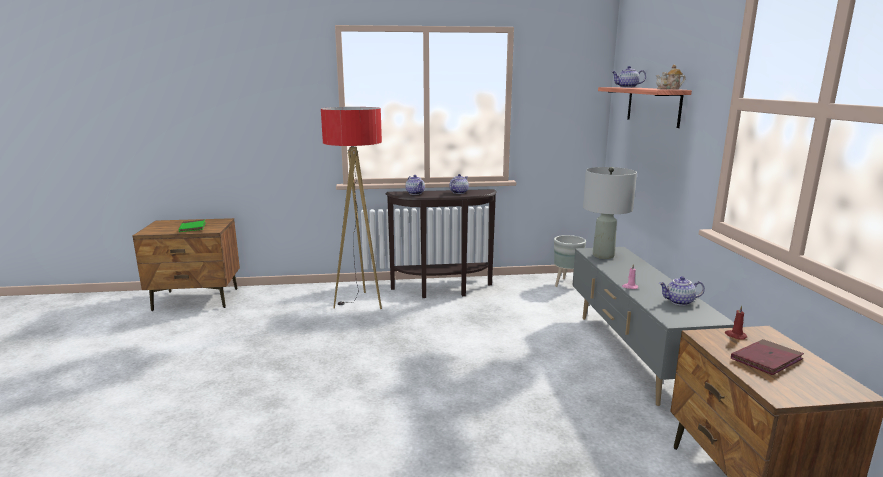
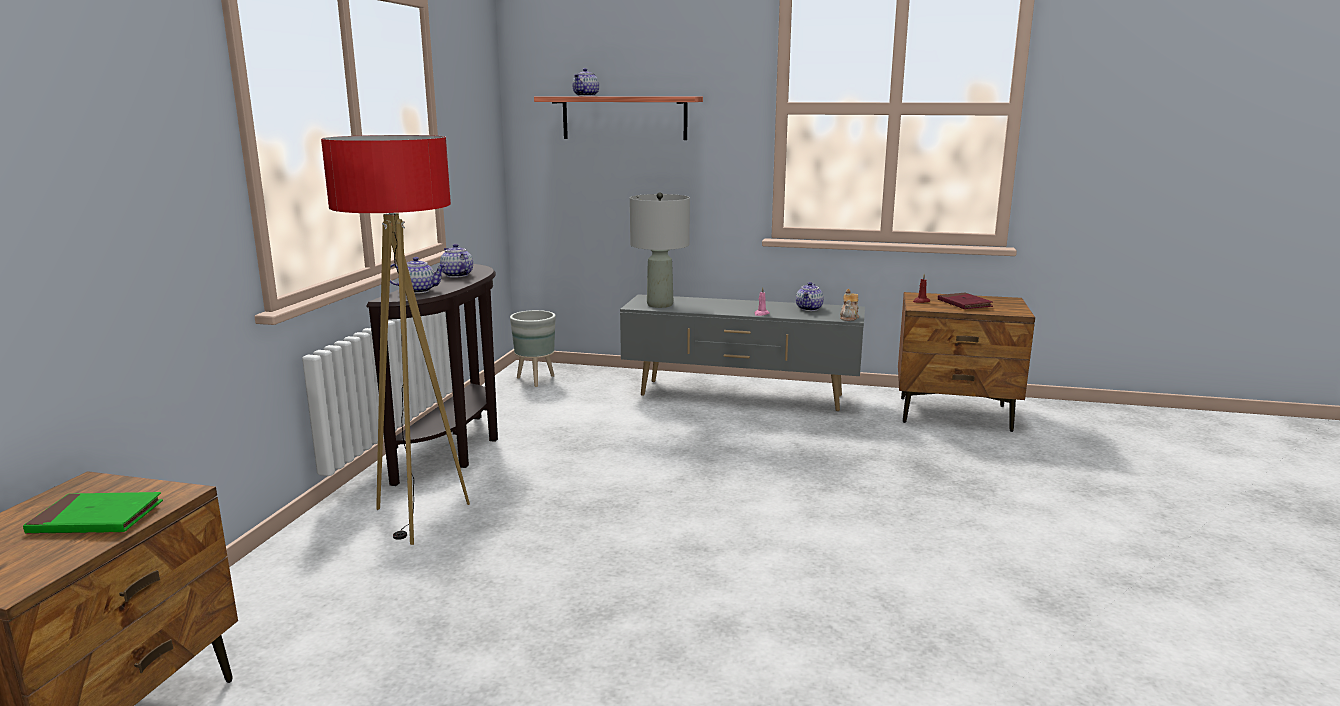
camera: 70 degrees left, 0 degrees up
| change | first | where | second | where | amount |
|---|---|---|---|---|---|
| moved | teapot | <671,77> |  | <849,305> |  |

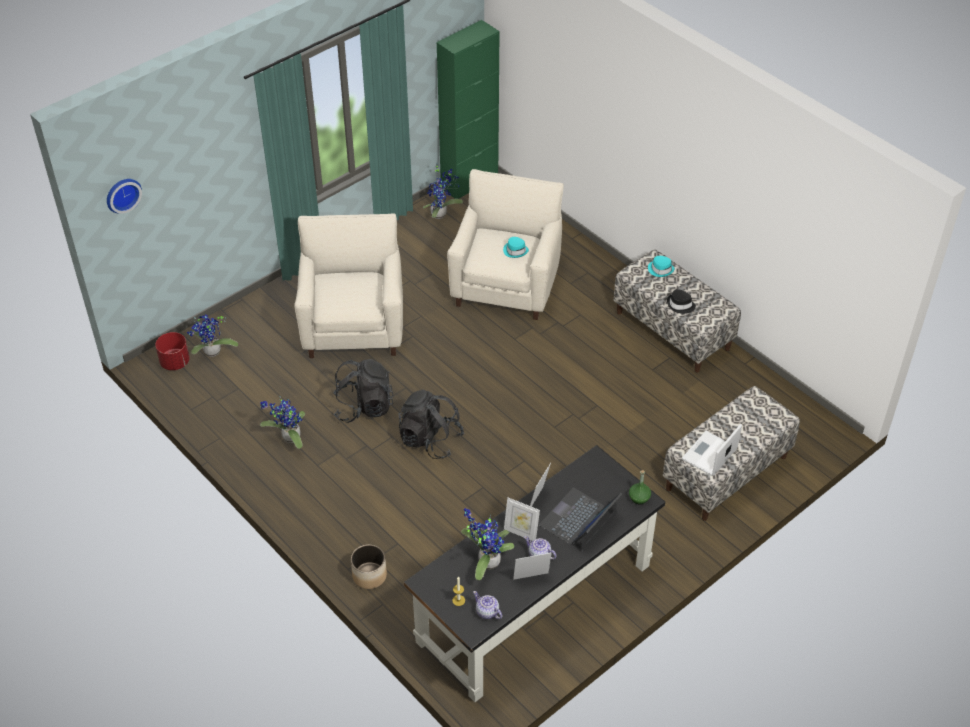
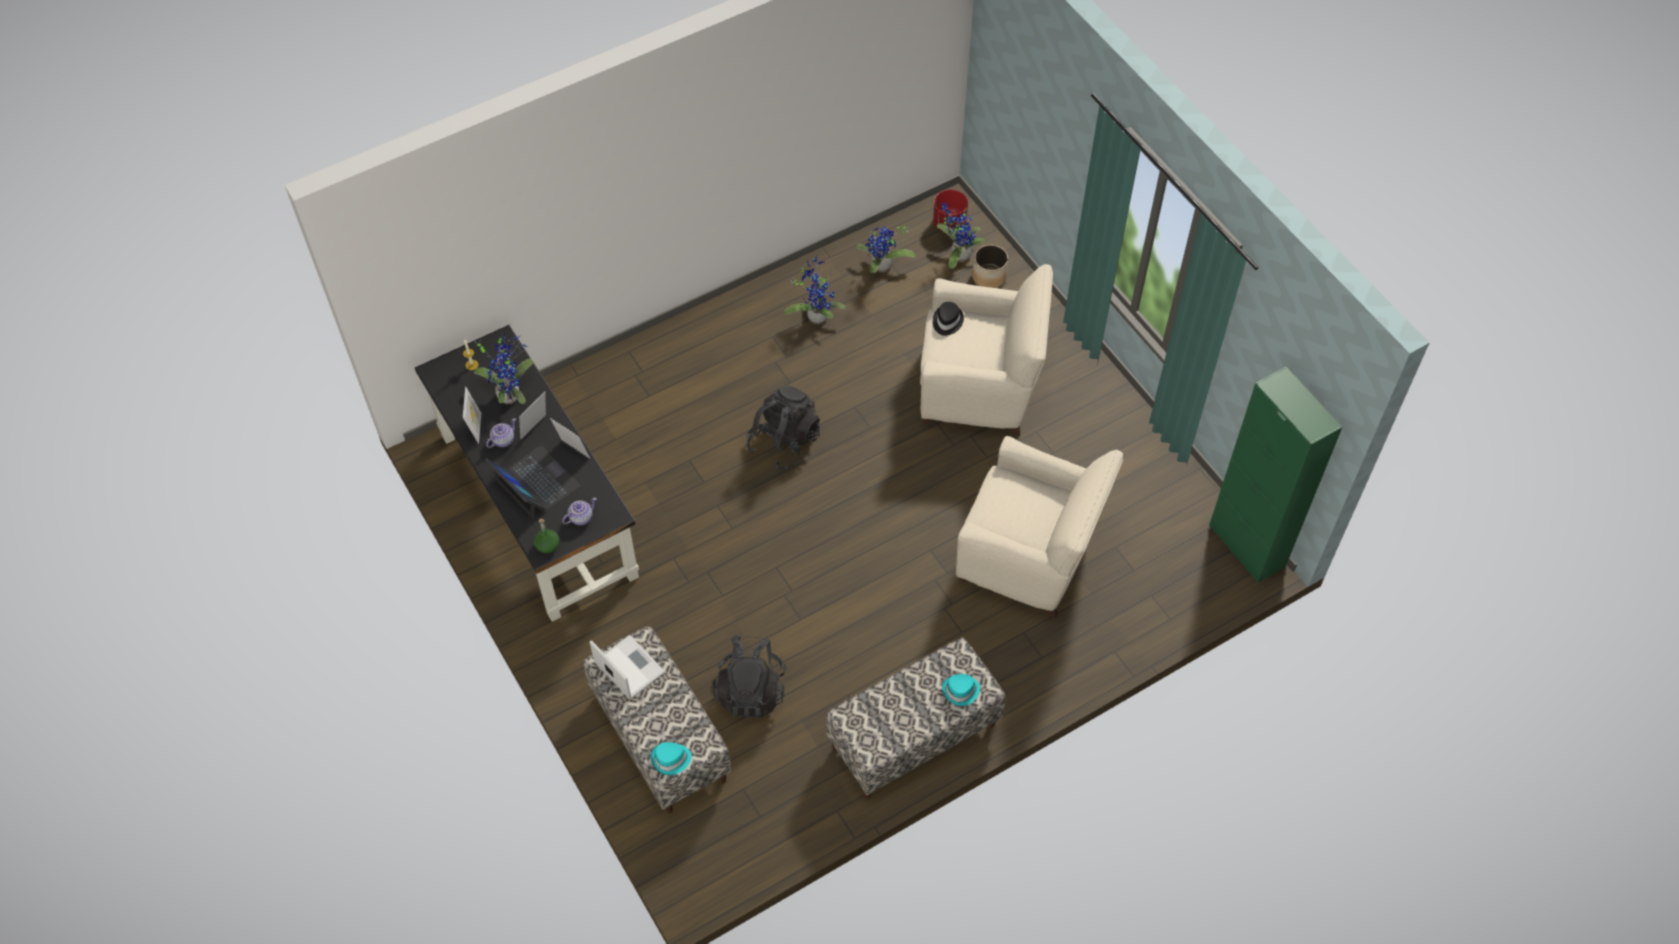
camera: 100 degrees right, 10 degrees up
| change | first | where | second | where | amount |
|---|---|---|---|---|---|
| removed | wall clock | <124,196> |  |  |  |
| moved | rucksack (blackish) | <363,391> |  | <750,676> |  |
| moved | planter | <369,567> |  | <990,266> |  |
| moved | potted plant | <443,192> |  | <885,249> |  |
| moved | teapot | <487,605> |  | <579,511> |  |
| moved | clothing hat (blue-green) | <516,247> |  | <671,758> |  |
| moved | clothing hat (blackish) | <681,301> |  | <948,319> |  |

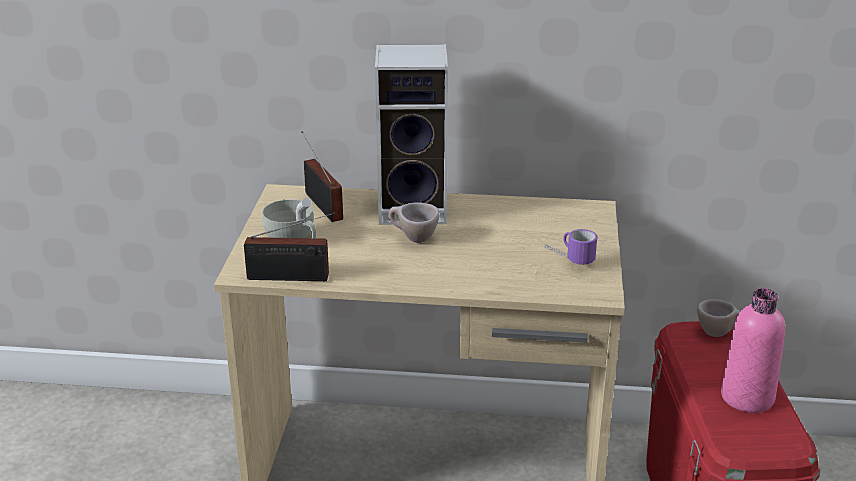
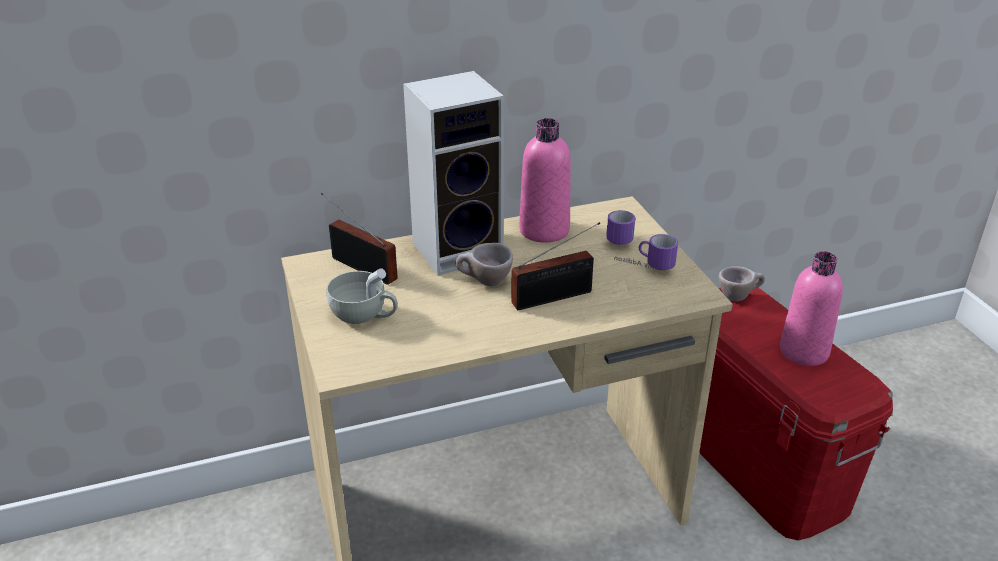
camera: 25 degrees left, 5 degrees up
| change | first | where | second | where | amount |
|---|---|---|---|---|---|
| moved | radio receiver | <289,246> |  | <555,266> |  |
| added |  |  | drink bottle (pink) | <545,180> |  |
| added |  |  | tea mug | <620,227> |  |

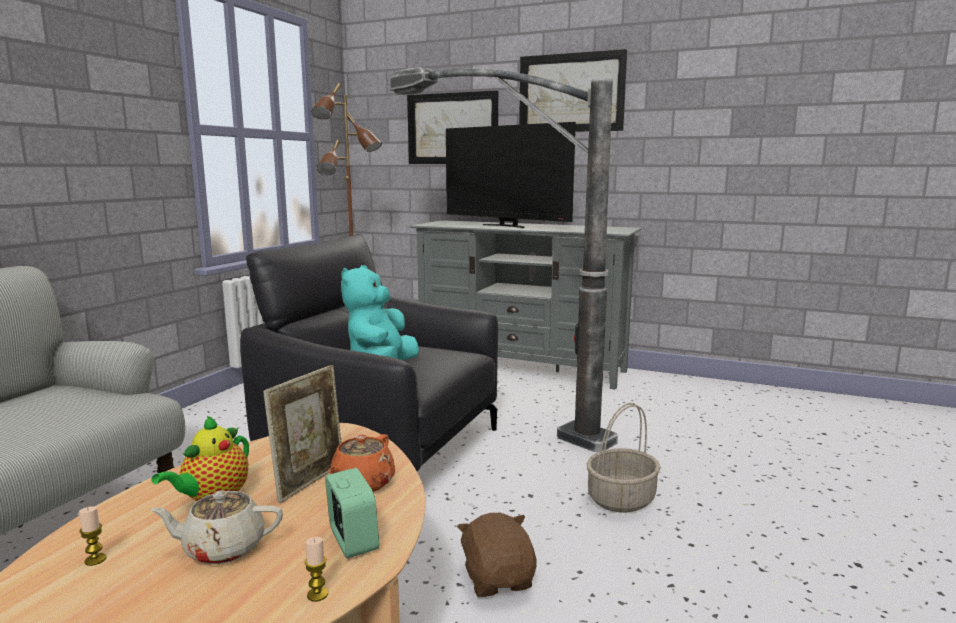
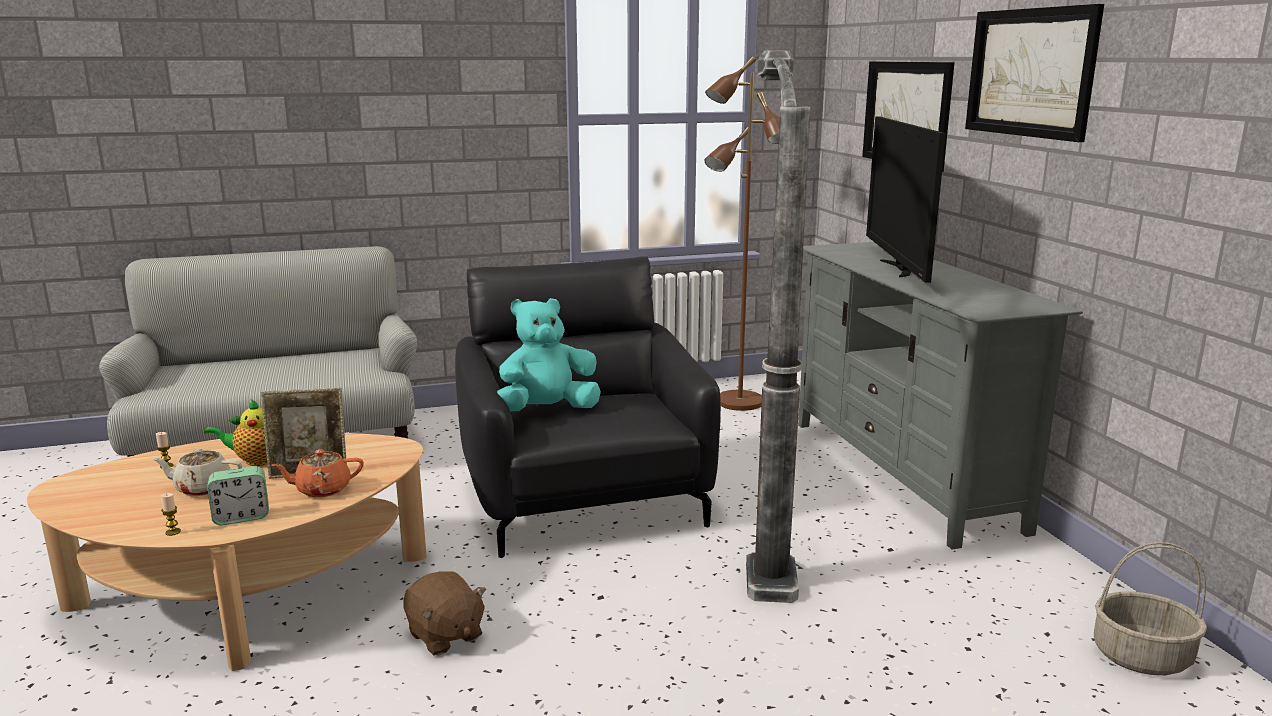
camera: 50 degrees right, 5 degrees up
| change | first | where | second | where | amount |
|---|---|---|---|---|---|
| turned | teapot (beige) | <216,527> |  | <197,472> | 45 degrees counterclockwise |
| turned | alarm clock | <352,513> |  | <238,495> | 45 degrees clockwise |
| turned | soft toy (brown) | <497,555> |  | <445,613> | 105 degrees clockwise |
| moved | storage basket | <624,457> |  | <1150,608> |  |

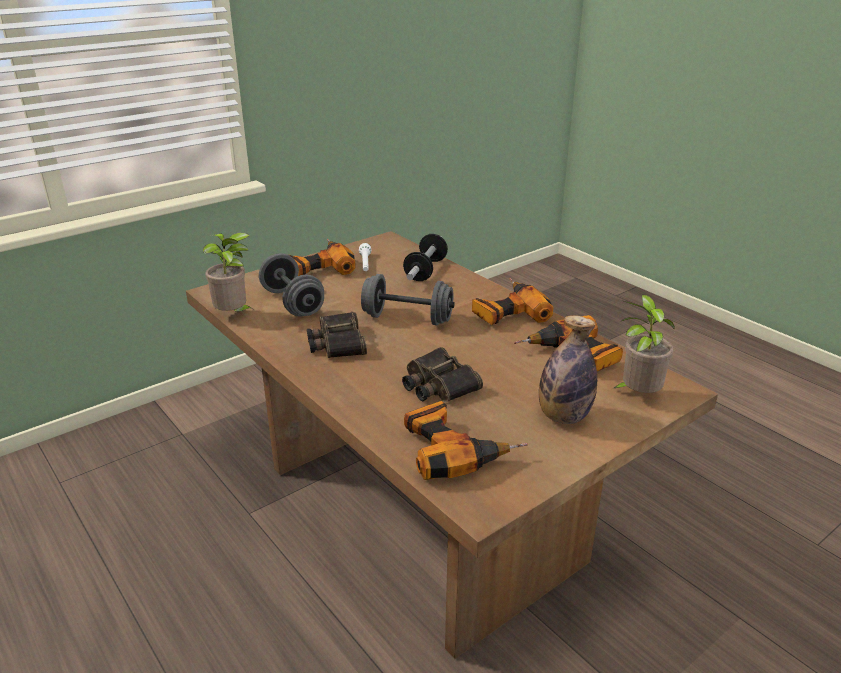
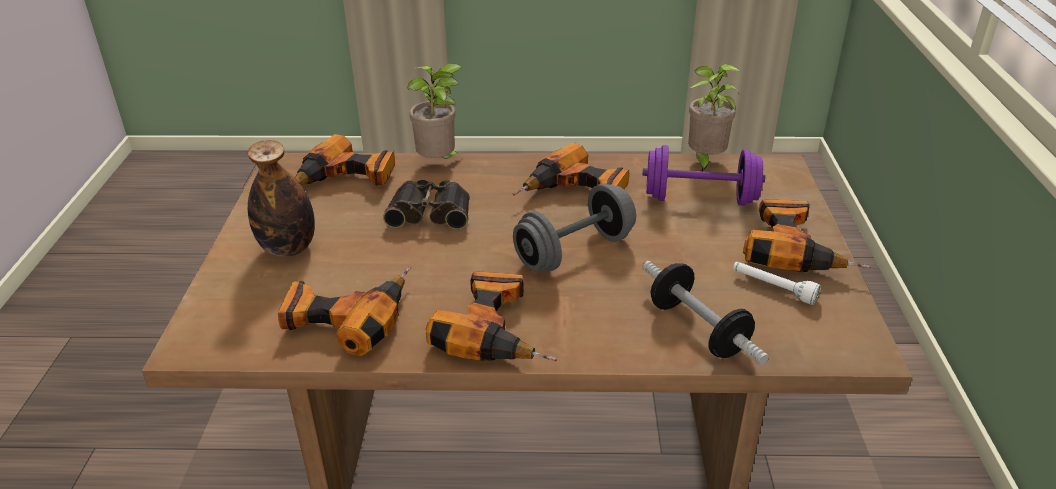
camera: 130 degrees right, 5 degrees up
| change | first | where | second | where | amount |
|---|---|---|---|---|---|
| recoloured | dumbbell (gray) | <291,284> | dumbbell (purple) | <703,175> |  |
| replaced | pair of binoculars | <337,335> | power drill | <571,169> |  |
| moved | potted plant | <643,344> |  | <435,111> |  |

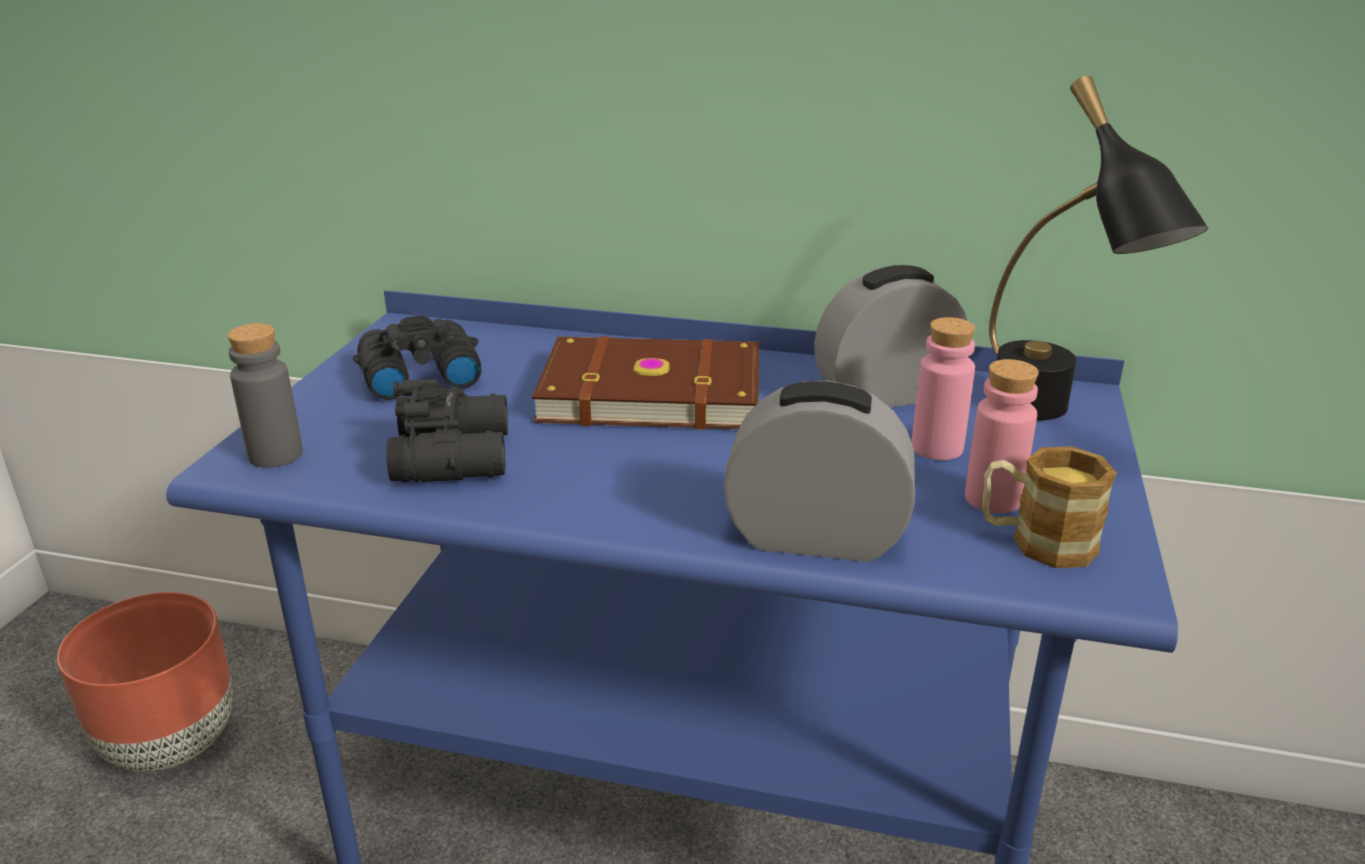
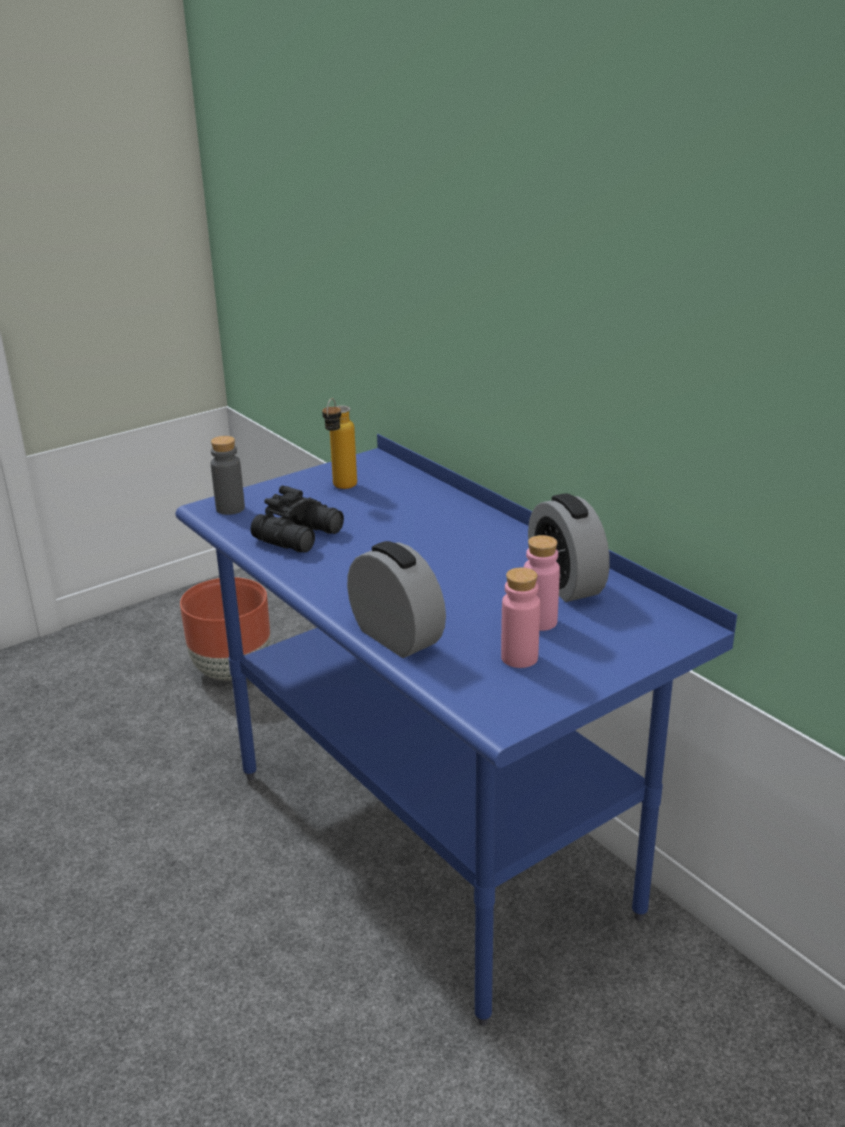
camera: 40 degrees right, 0 degrees up
| change | first | where | second | where | amount |
|---|---|---|---|---|---|
| replaced | pair of binoculars (blackish) | <417,357> | drink bottle | <339,443> |  |
| removed | book (brown) | <645,383> |  |  |  |
| turned | alarm clock | <890,336> |  | <569,547> | 135 degrees counterclockwise |
| removed | tea mug | <1049,507> |  |  |  |
| removed | table lamp (blackish) | <1098,248> |  |  |  |

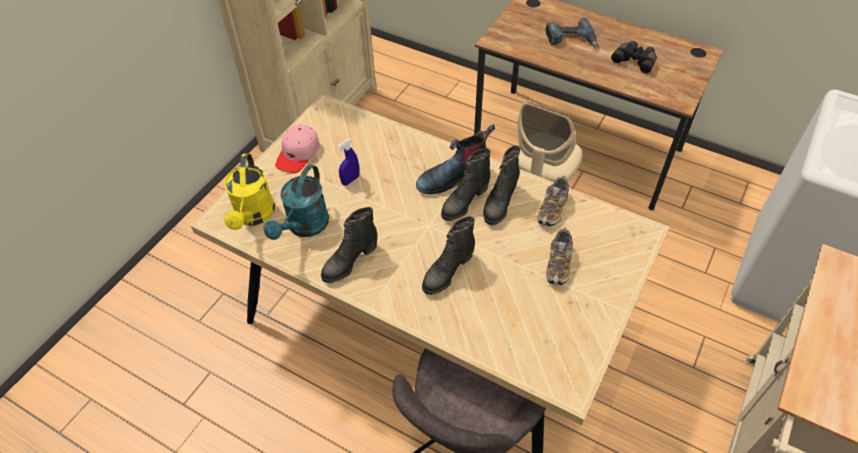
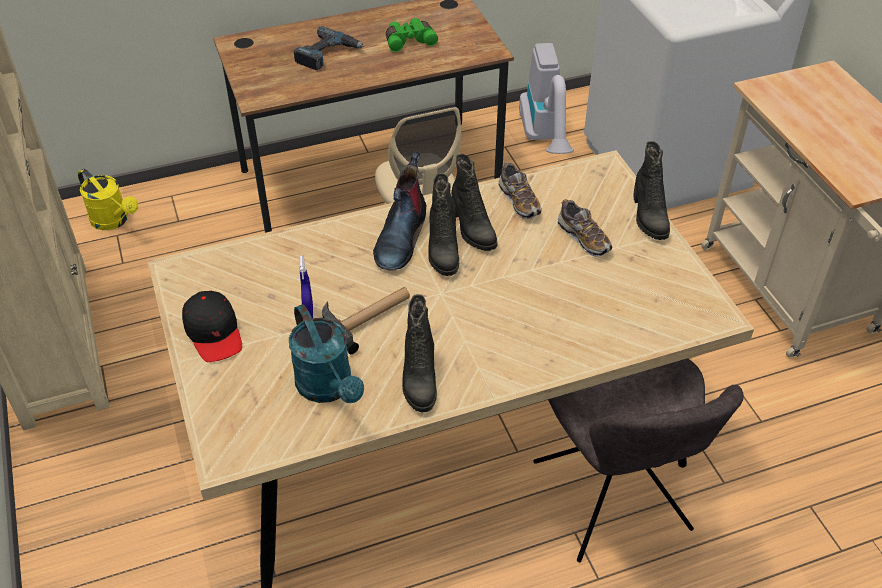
camera: 50 degrees left, 5 degrees down
| change | first | where | second | where | amount |
|---|---|---|---|---|---|
| moved | watering pot (yellowish) | <249,191> |  | <108,199> |  |
| recoloured | cap (pink) | <297,148> | cap (blackish) | <212,326> |  |
| moved | tall boot (blackish) | <448,255> |  | <651,190> |  |
| recoloured | pair of binoculars (blackish) | <634,57> | pair of binoculars (greenish) | <412,35> |  |
| added |  |  | tool hammer | <366,320> |  |
| added |  |  | vacuum cleaner | <546,98> |  |

